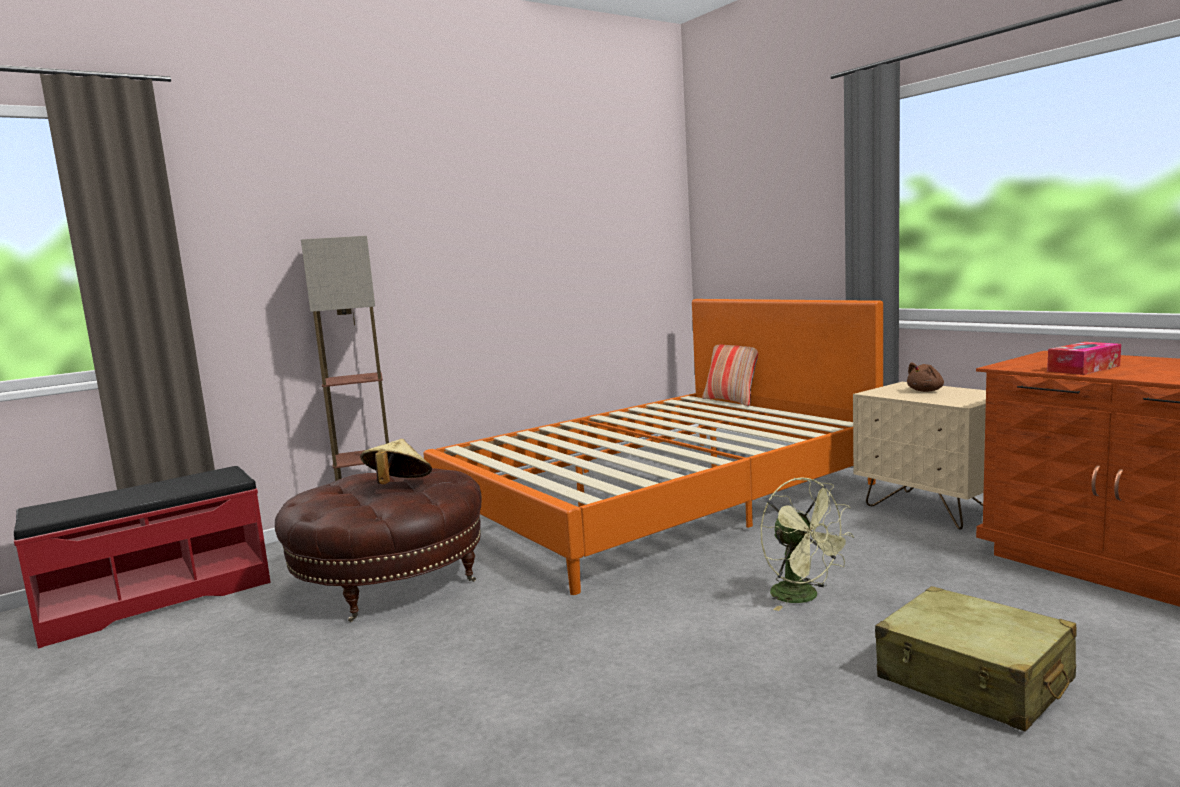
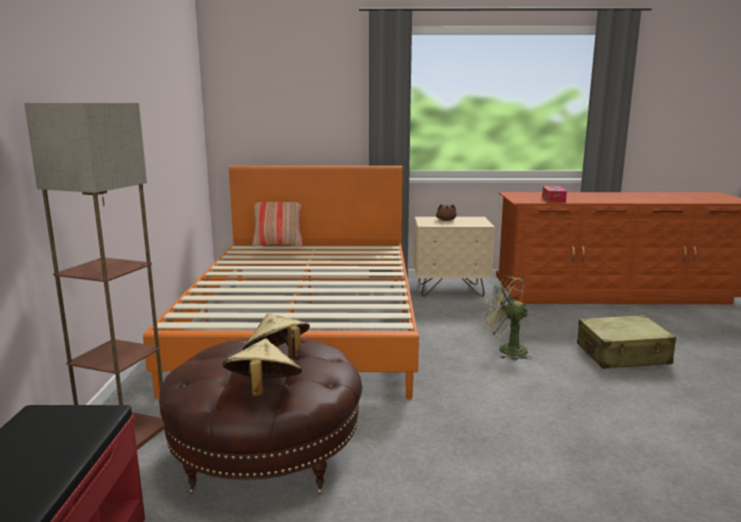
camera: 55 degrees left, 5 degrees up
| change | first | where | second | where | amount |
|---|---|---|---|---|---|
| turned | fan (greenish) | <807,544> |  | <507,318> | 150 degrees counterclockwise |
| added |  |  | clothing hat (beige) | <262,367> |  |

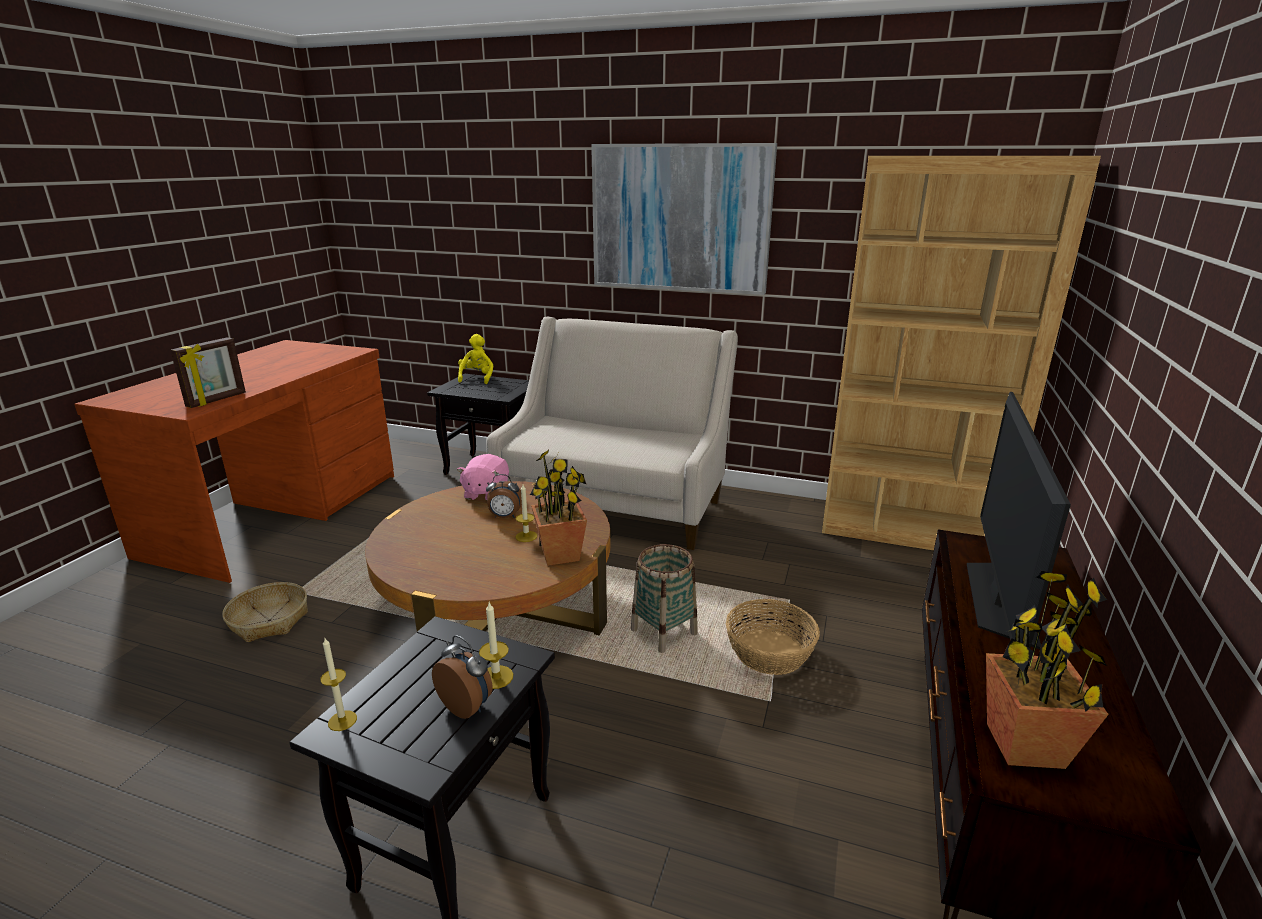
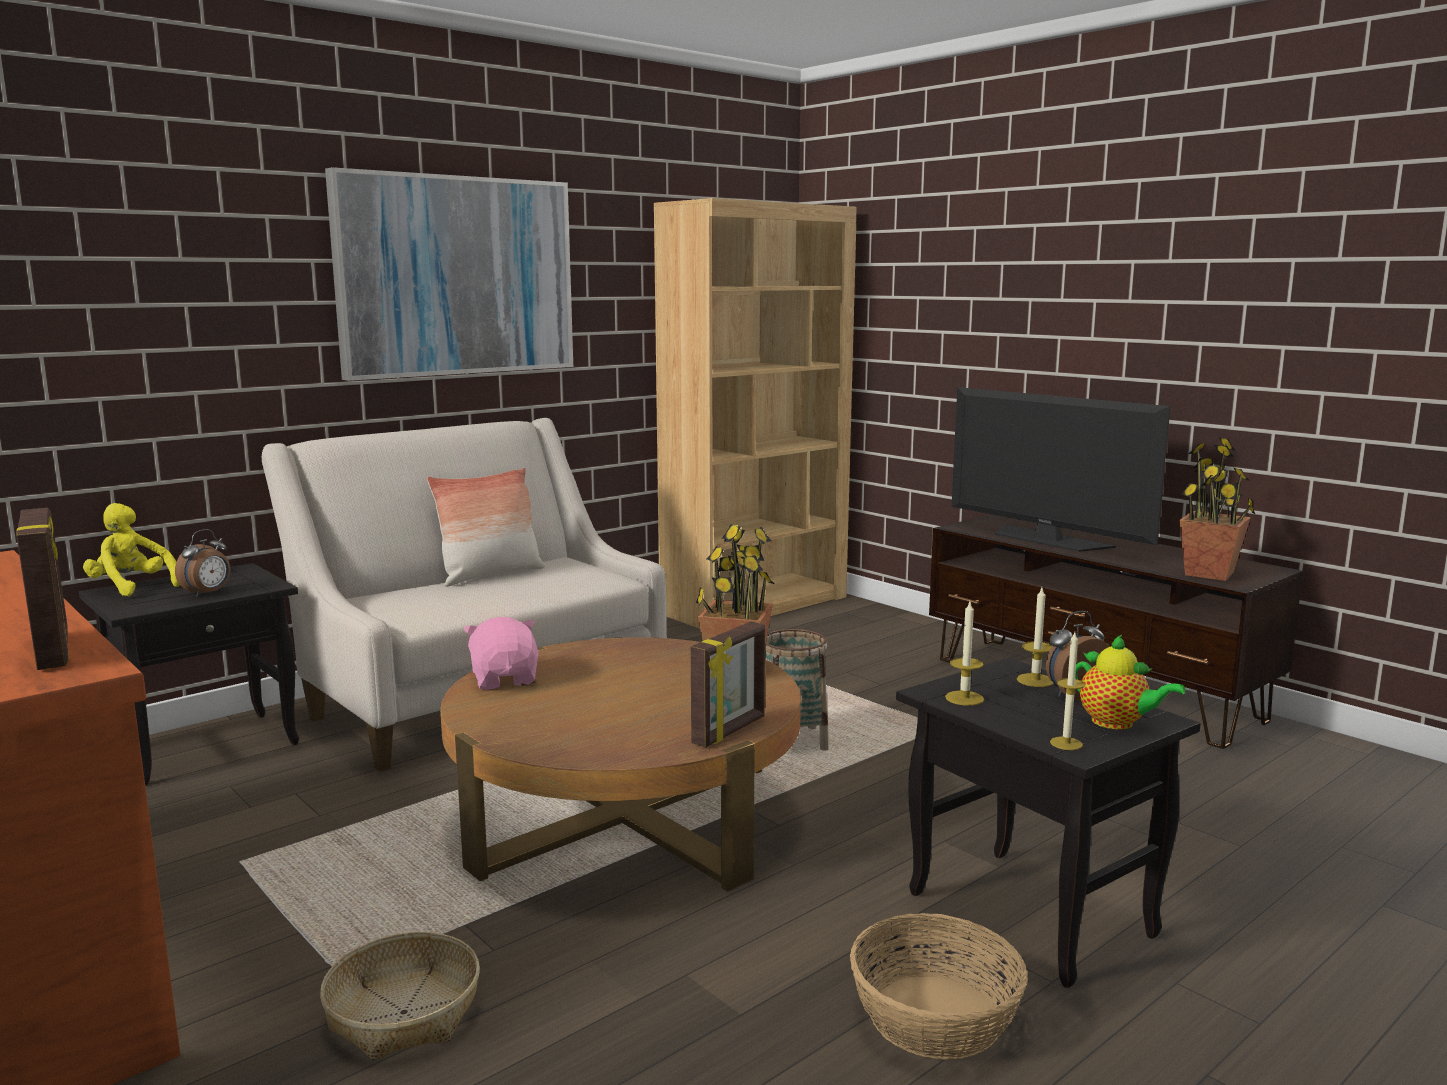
camera: 60 degrees left, 10 degrees down
| change | first | where | second | where | amount |
|---|---|---|---|---|---|
| turned | soft toy (pink) | <483,477> |  | <501,653> | 150 degrees counterclockwise |
| moved | alarm clock | <504,496> |  | <202,563> |  |
| moved | candle | <526,513> |  | <964,654> |  |
| moved | storage basket | <773,637> |  | <939,986> |  |
| added |  |  | cushion | <486,527> |  |
| added |  |  | photo frame | <728,684> |  |
| added |  |  | teapot | <1130,682> |  |

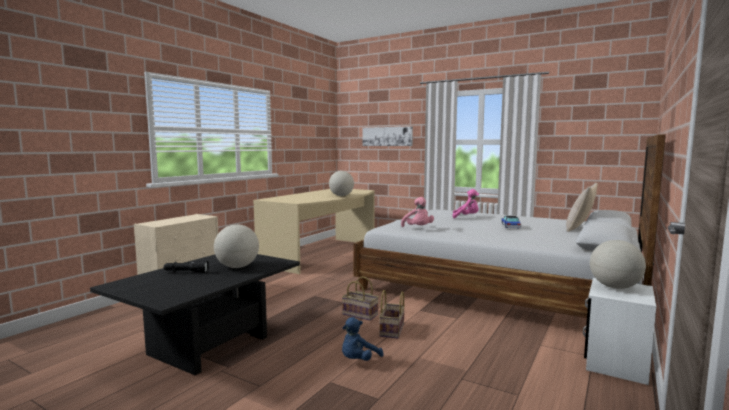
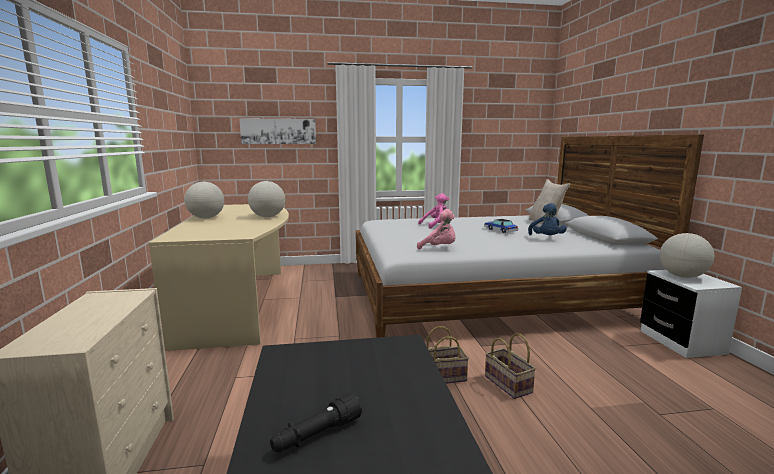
camera: 40 degrees left, 5 degrees up
| change | first | where | second | where | amount |
|---|---|---|---|---|---|
| moved | world globe | <236,246> |  | <204,200> |  |
| moved | soft toy (blue) | <362,339> |  | <547,219> |  |

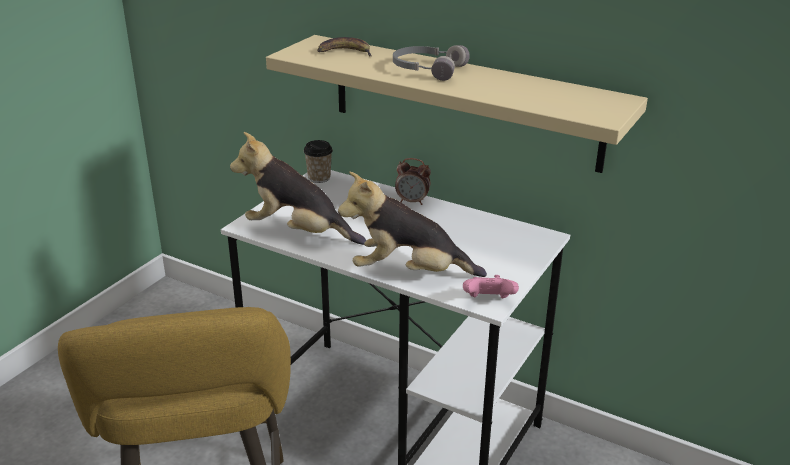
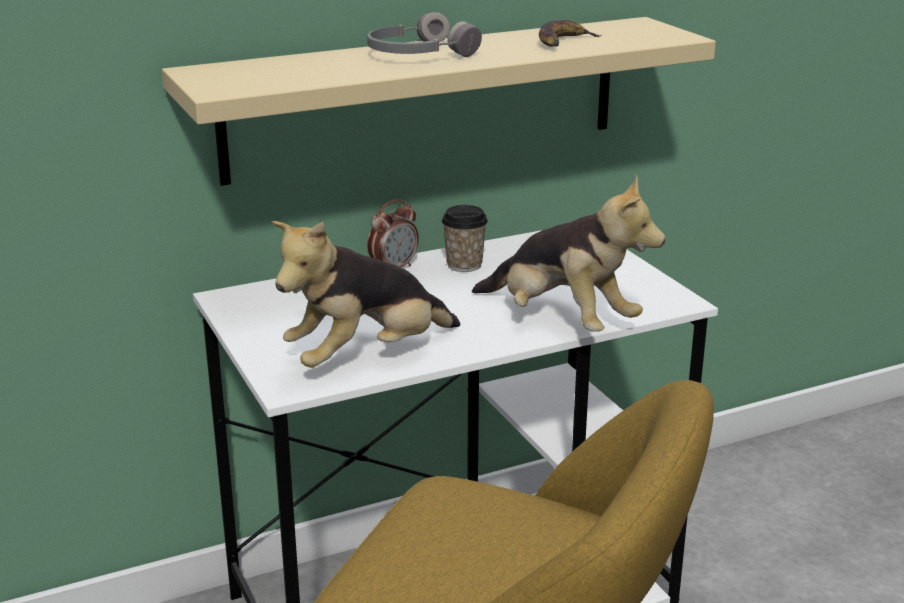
camera: 55 degrees left, 5 degrees down
| change | first | where | second | where | amount |
|---|---|---|---|---|---|
| moved | small cup | <318,161> |  | <465,238> |  |
| moved | banana fruit | <344,47> |  | <570,33> |  |
| turned | soft toy | <412,224> |  | <569,253> | 90 degrees counterclockwise |
| removed | joypad (pink) | <491,286> |  |  |  |

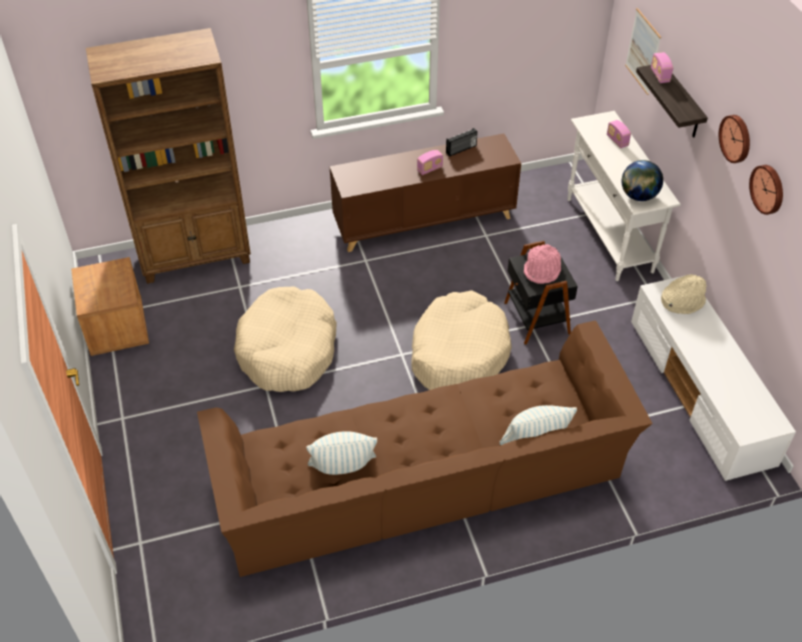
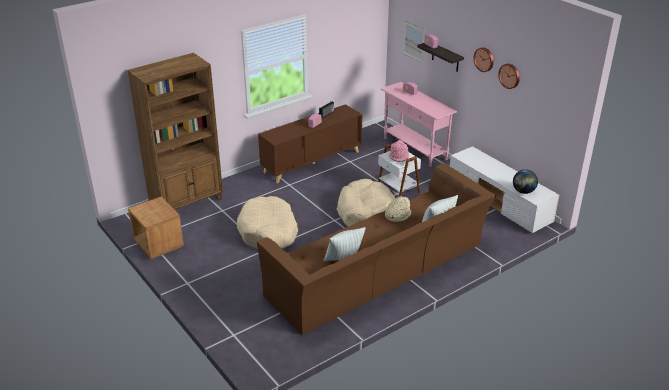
camera: 20 degrees left, 15 degrees down
| change | first | where | second | where | amount |
|---|---|---|---|---|---|
| recoloured | side table (blackish) | <541,293> | side table (white-coloured) | <399,170> |  |
| recoloured | hall table (white-coloured) | <624,196> | hall table (pink) | <419,124> |  |
| moved | world globe | <642,180> |  | <525,181> |  |
| moved | clothing hat (beige) | <684,294> |  | <398,209> |  |

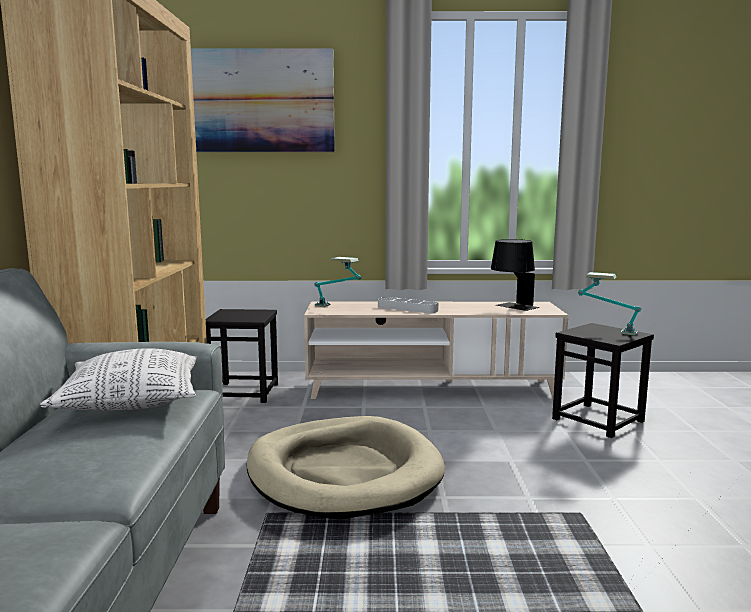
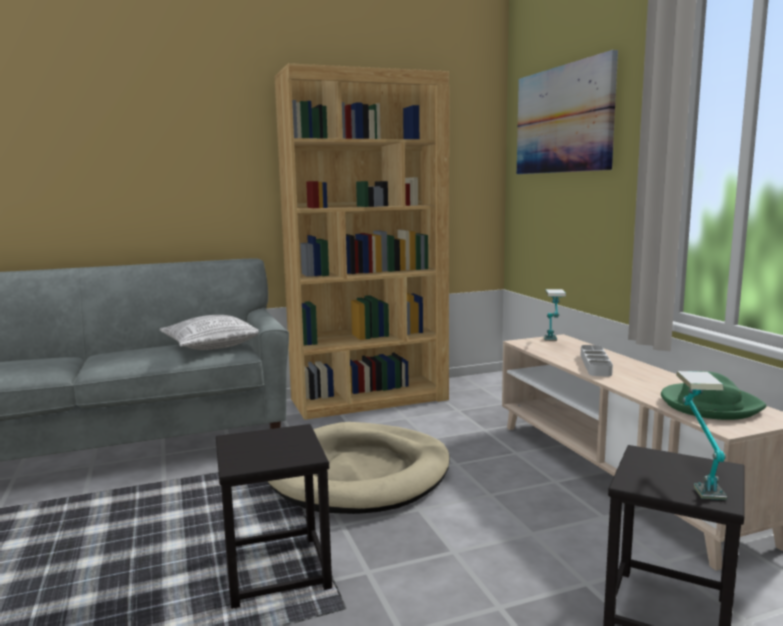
camera: 70 degrees right, 0 degrees up
| change | first | where | second | where | amount |
|---|---|---|---|---|---|
| moved | sitting stool (blackish) | <242,356> |  | <274,516> |  |
| replaced | table lamp (blackish) | <515,275> | clothing hat (greenish) | <713,395> |  |

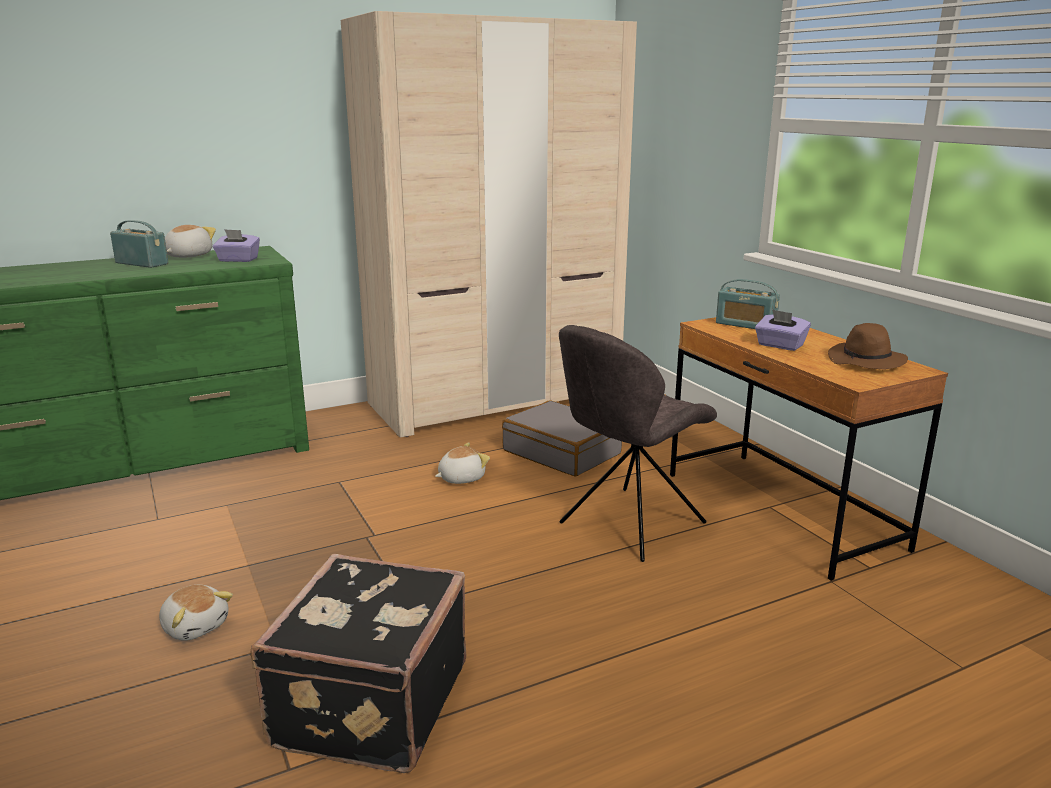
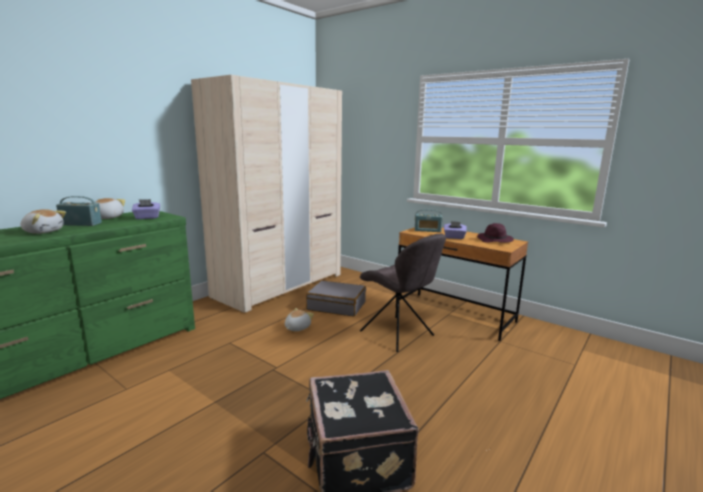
camera: 25 degrees left, 5 degrees down
| change | first | where | second | where | amount |
|---|---|---|---|---|---|
| moved | soft toy | <196,613> |  | <43,221> |  |
| turned | chair (gray) | <638,443> |  | <403,292> | 60 degrees counterclockwise |
| recoloured | clothing hat (brown) | <868,346> | clothing hat (purple) | <495,233> |  |

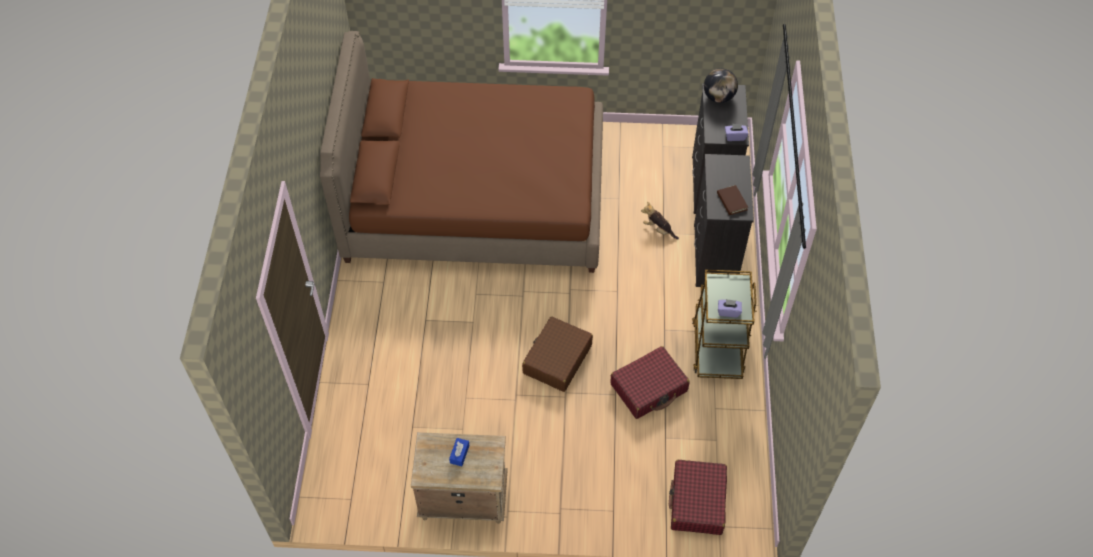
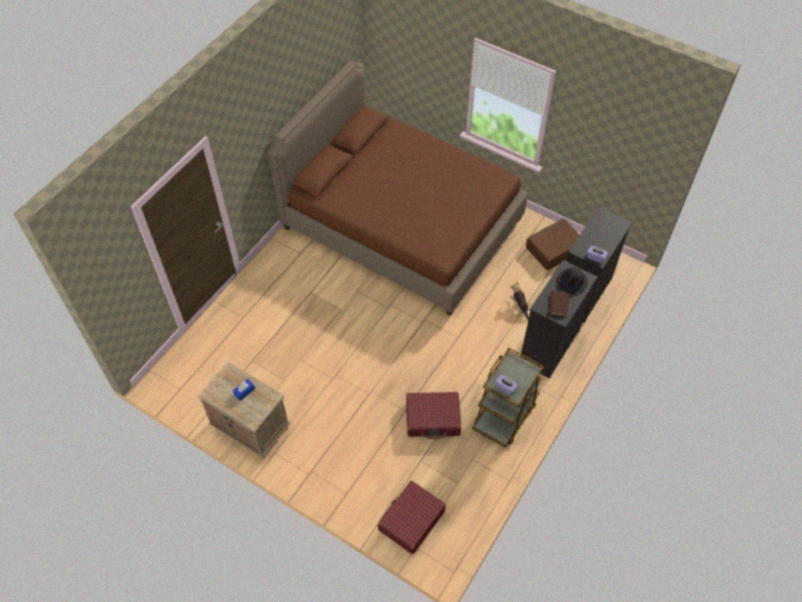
camera: 30 degrees right, 0 degrees up
| change | first | where | second | where | amount |
|---|---|---|---|---|---|
| moved | suitcase (brown) | <557,354> |  | <553,244> |  |
| removed | world globe | <721,85> |  |  |  |
| added |  |  | clothing hat (blackish) | <572,280> |  |

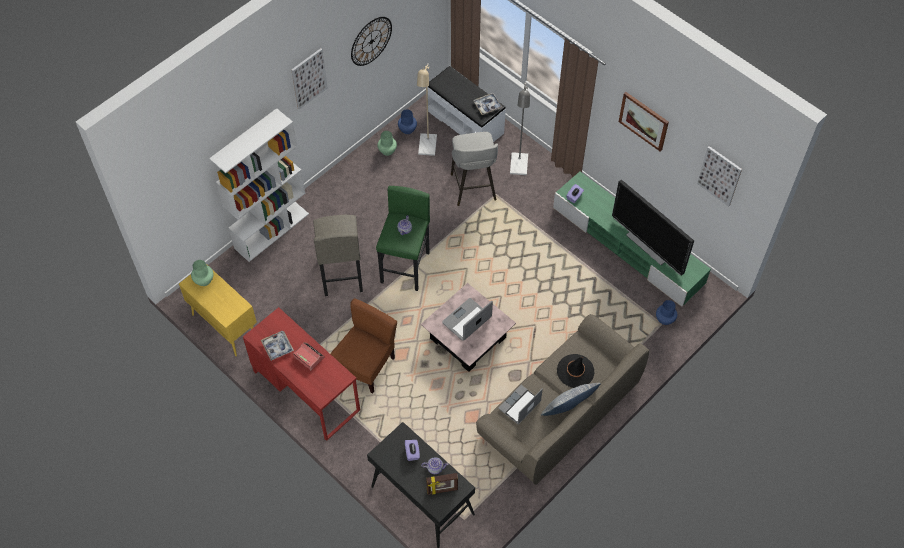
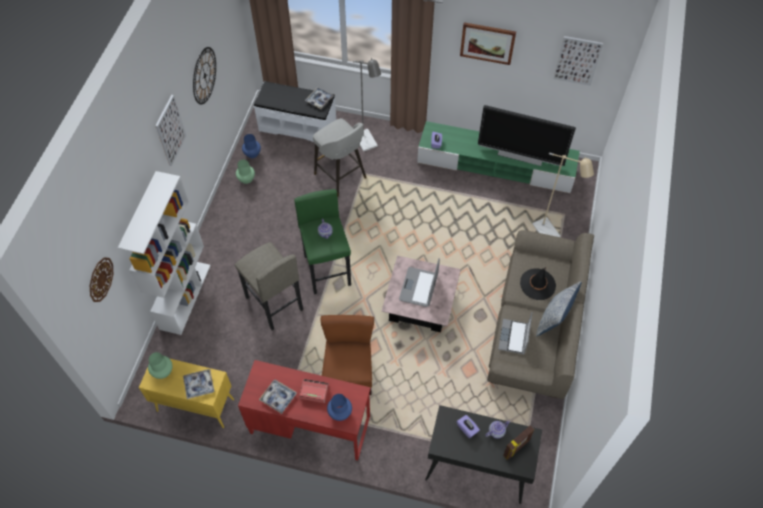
camera: 30 degrees left, 0 degrees up
| change | first | where | second | where | amount |
|---|---|---|---|---|---|
| moved | standing lamp (beige) | <427,109> |  | <563,195> |  |
| moved | decorative vase (blue) | <666,312> |  | <339,407> |  |
| added |  |  | wall clock | <101,279> |  |
| added |  |  | tray | <198,384> |  |

